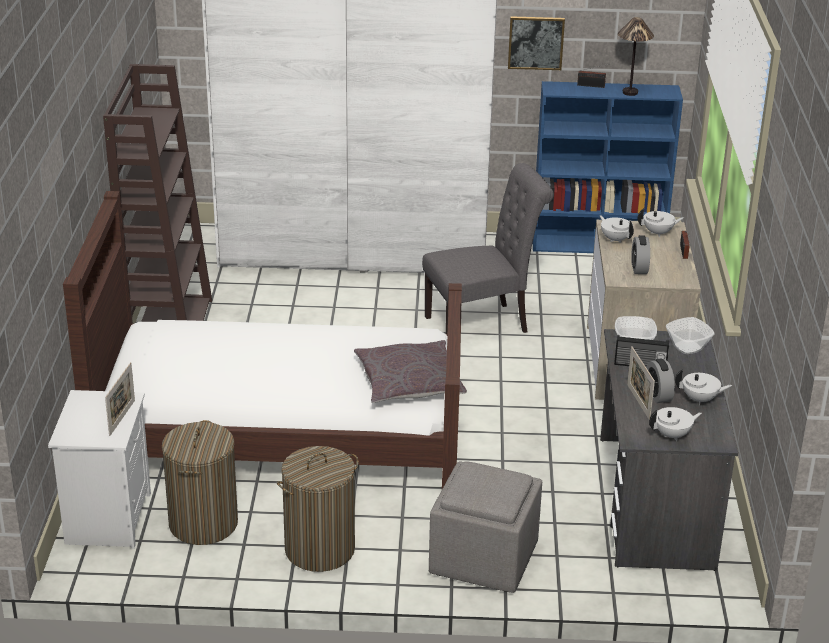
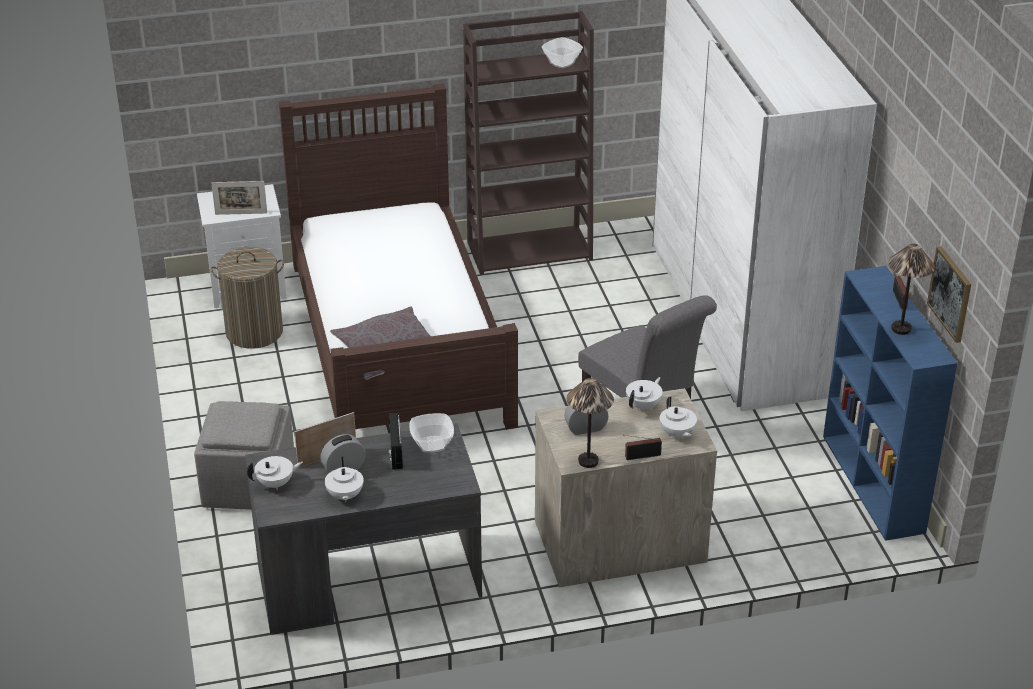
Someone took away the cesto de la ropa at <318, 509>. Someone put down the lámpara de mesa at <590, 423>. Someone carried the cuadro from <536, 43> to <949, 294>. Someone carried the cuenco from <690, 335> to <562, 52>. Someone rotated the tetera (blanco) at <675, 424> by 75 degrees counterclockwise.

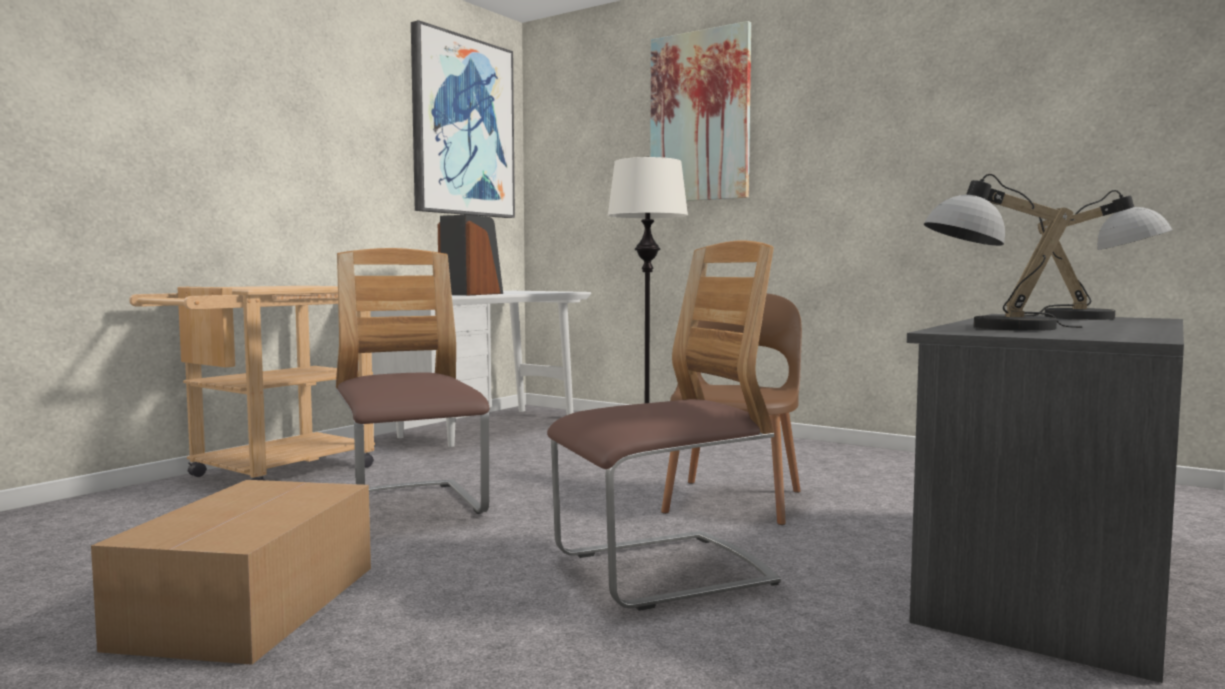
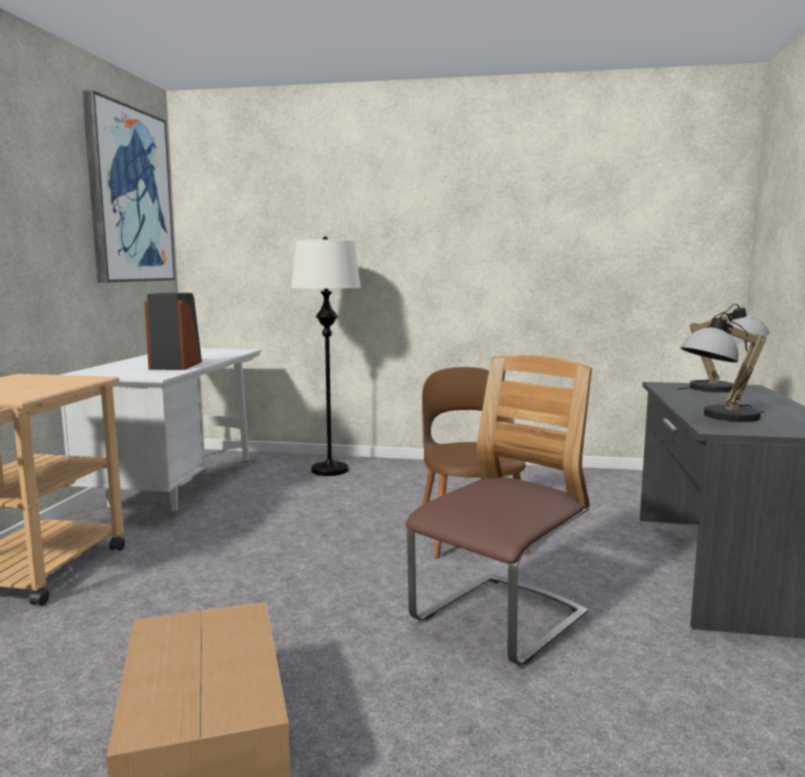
Someone took away the silla at <413, 381>. Someone took away the cuadro at <700, 111>.

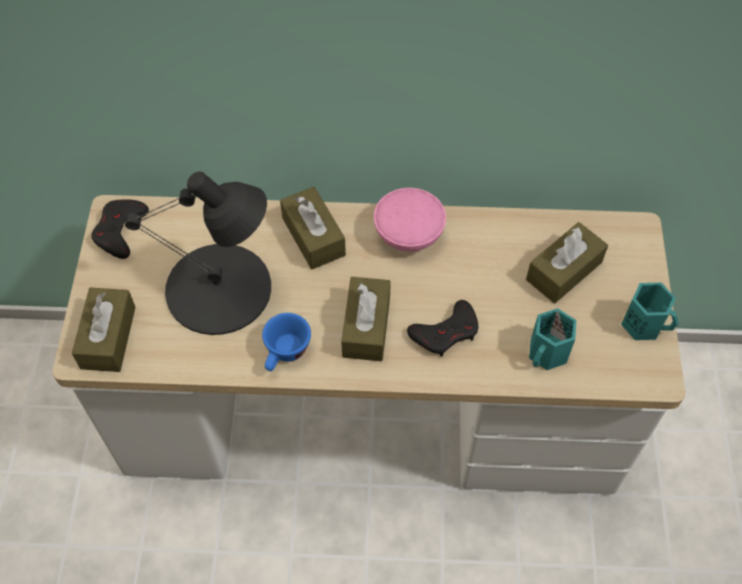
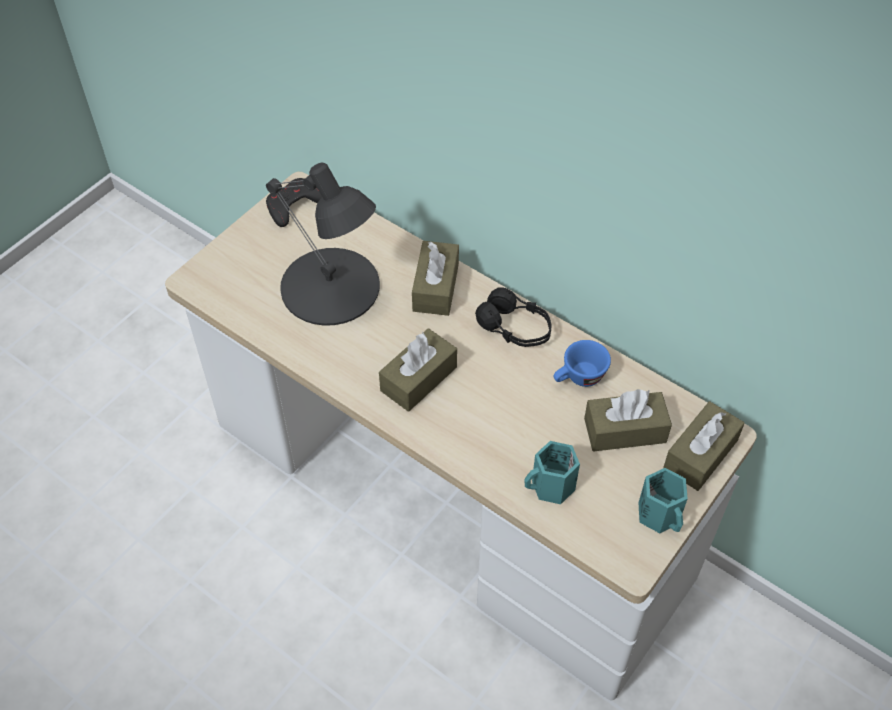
Someone took away the mando de consola (negro) at <442, 328>. Someone carried the caja de pañuelos (marrón) from <104, 329> to <704, 446>. Someone carried the taza (azul) from <286, 342> to <582, 363>. Someone swapped the cuenco (rosa) at <410, 220> for the auriculares (negro) at <513, 317>.

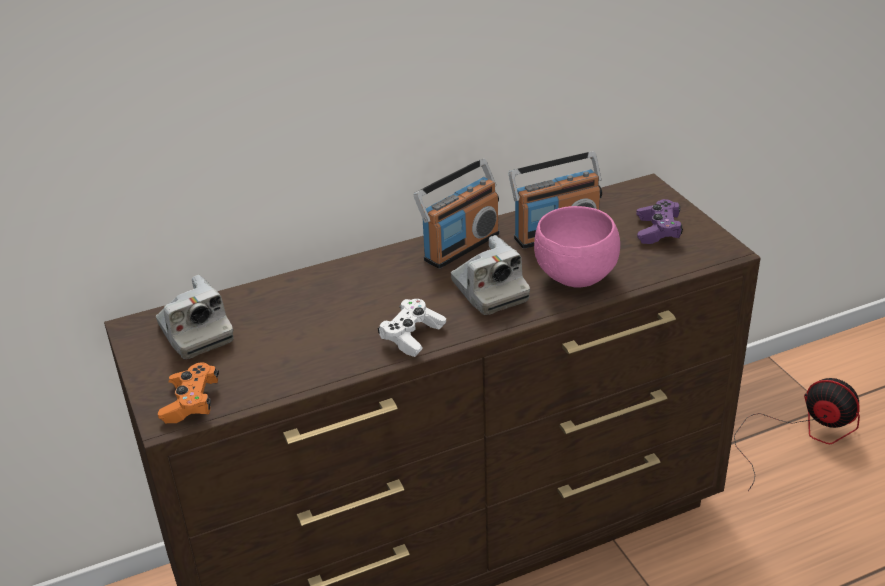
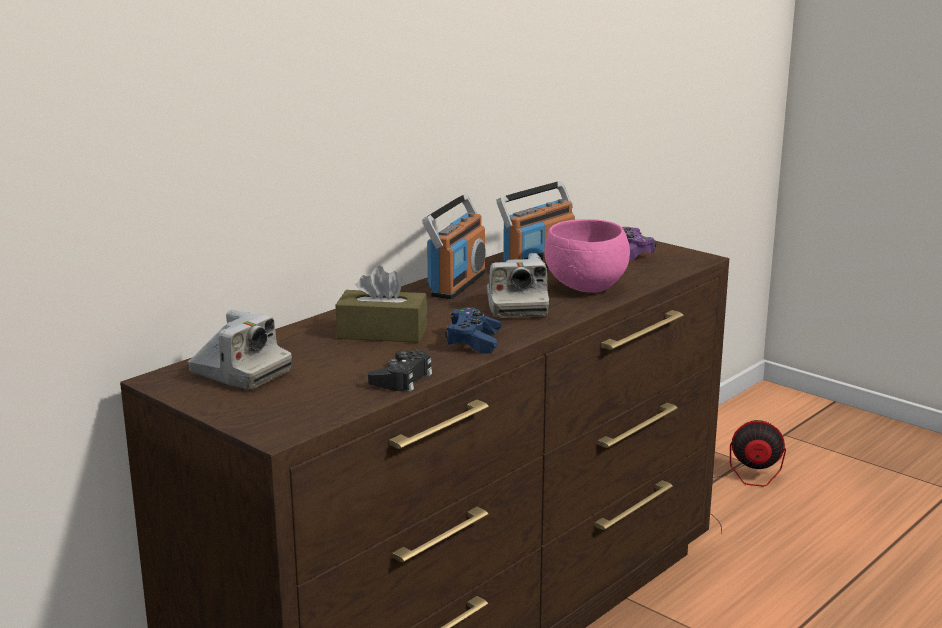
Someone took away the mando de consola (naranja) at <188, 393>. Someone put down the caja de pañuelos (marrón) at <381, 304>. Someone put down the mando de consola (negro) at <400, 370>. Someone repainted the mando de consola (blanco) at <412, 328>, which became the mando de consola (azul) at <473, 330>. Someone rotated the cámara at <490, 275> by 45 degrees clockwise.

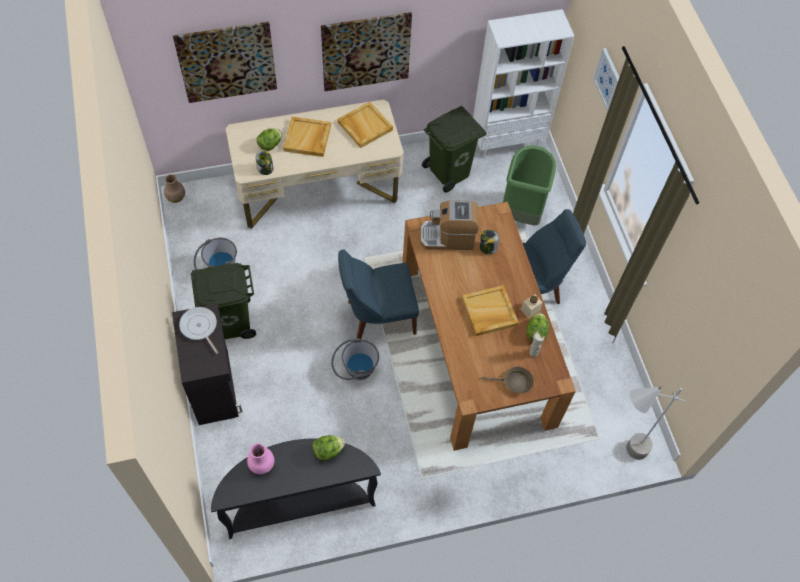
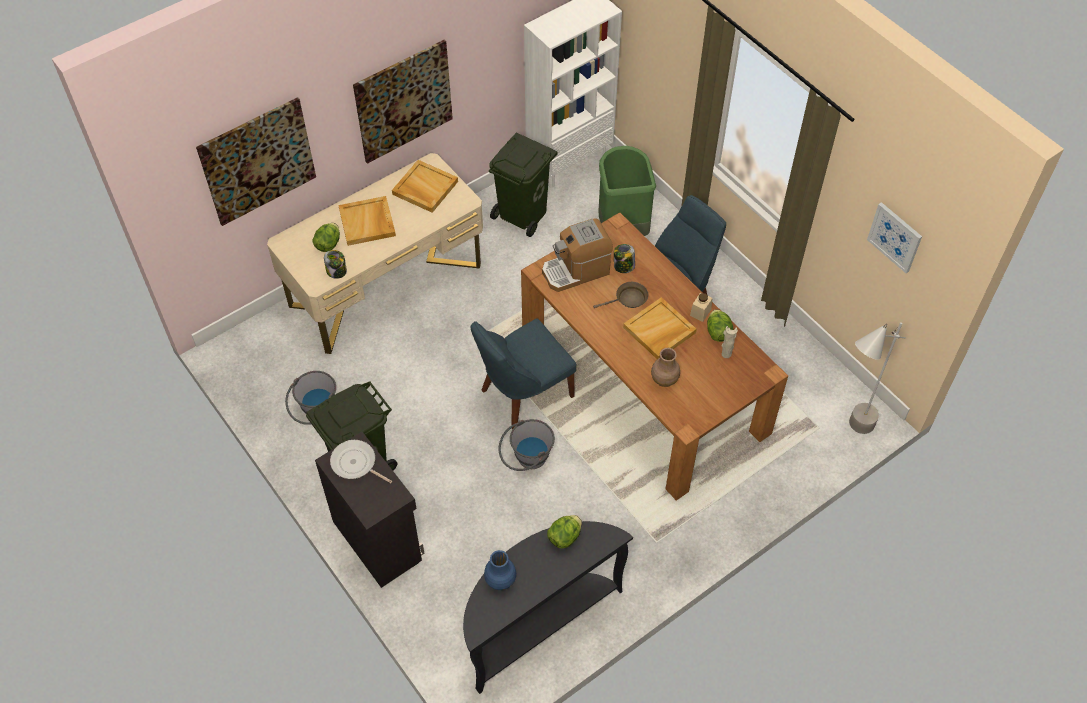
Someone carried the florero (marrón) from <174, 188> to <665, 367>. Someone carried the sartén (marrón) from <507, 380> to <620, 295>. Someone carried the cuadro from <606, 80> to <894, 237>. Someone repainted the florero (rosa) at <260, 458>, which became the florero (azul) at <500, 570>.

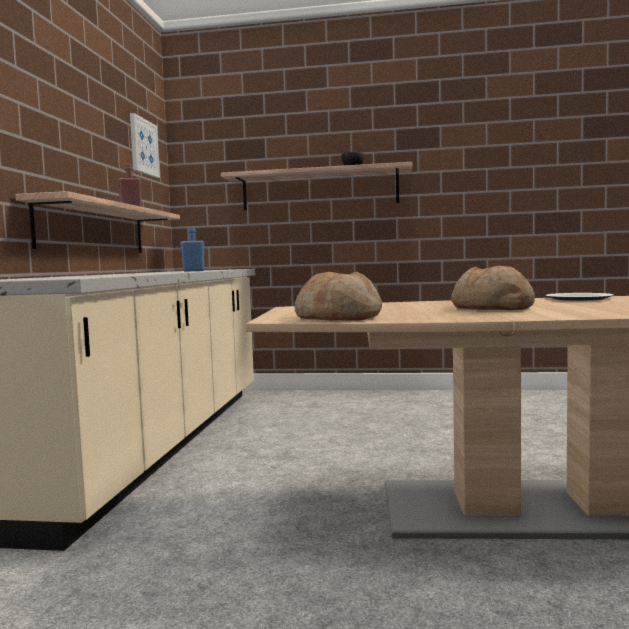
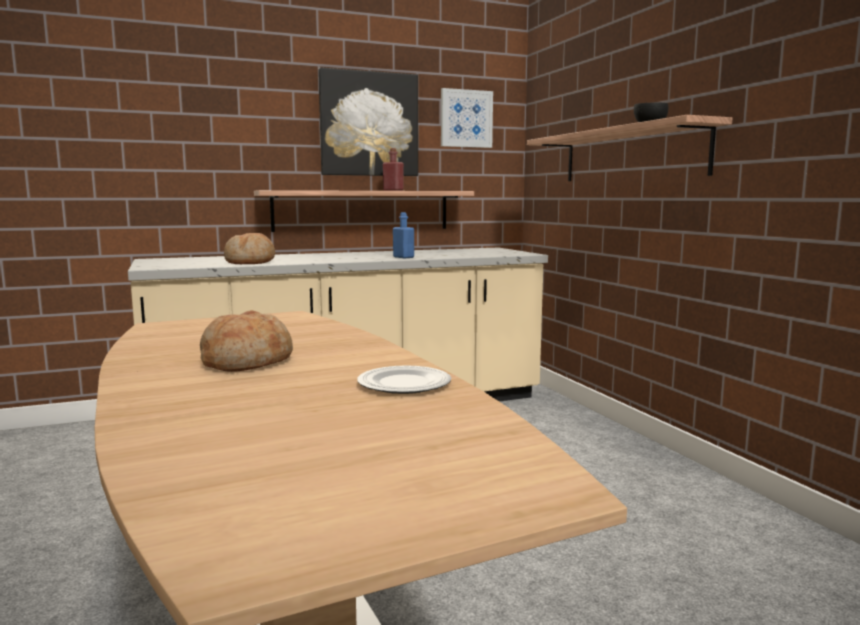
Someone put up the cuadro at <368, 121>. Someone carried the pan from <338, 296> to <249, 248>.

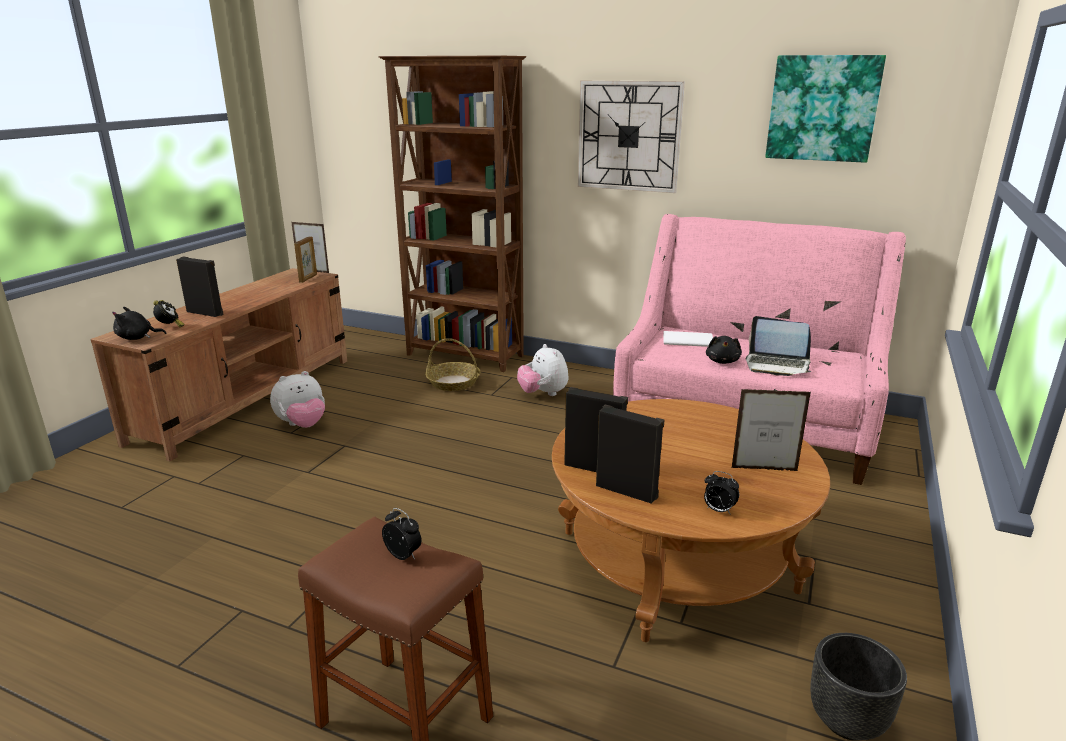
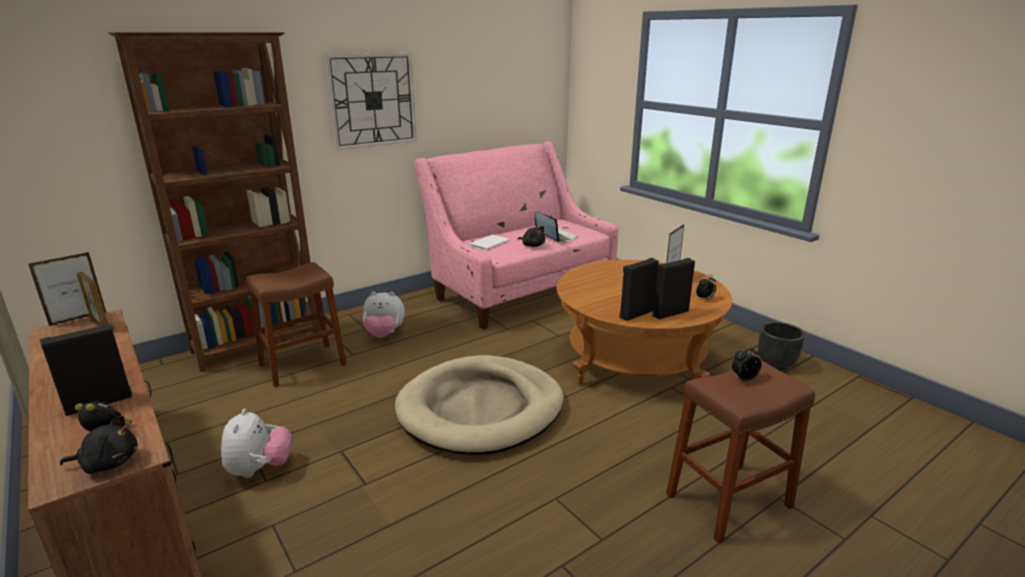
Someone took away the cuadro at <825, 109>. Someone put down the cama para perro (beis) at <479, 405>. Someone swapped the cesta at <452, 364> for the taburete (marrón) at <296, 324>. Someone rotated the peluche (negro) at <139, 323> by 120 degrees counterclockwise. Someone rotated the portátil at <779, 346> by 90 degrees counterclockwise.

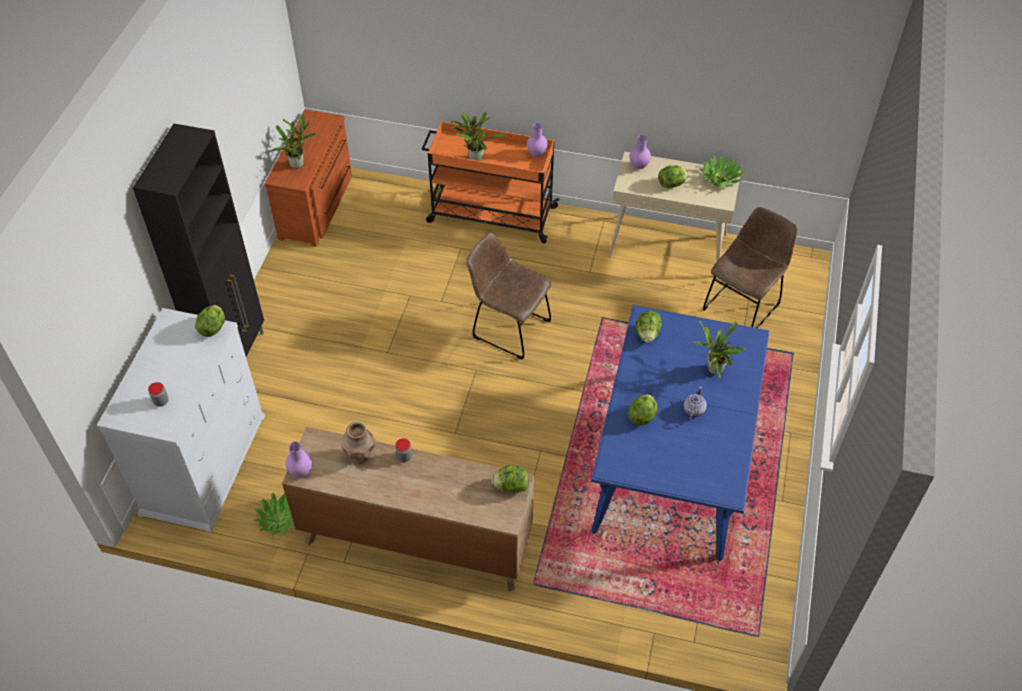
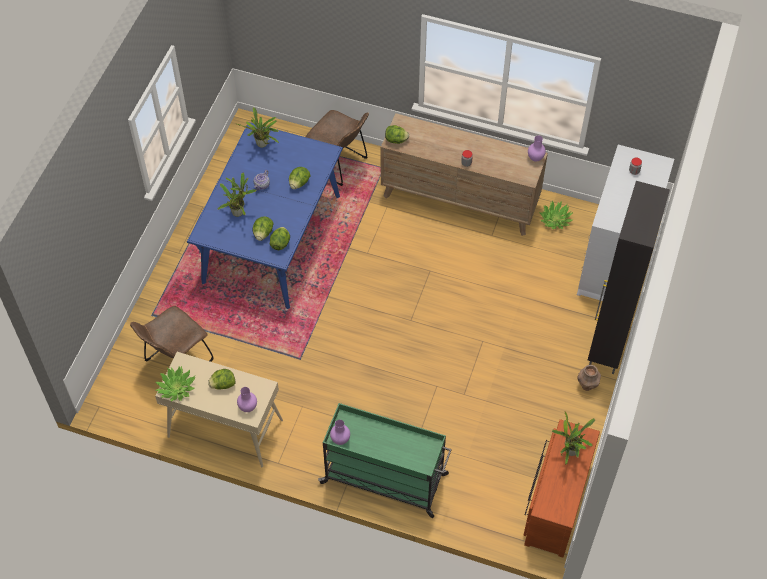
Someone carried the lechuga from <210, 321> to <263, 228>. Someone carried the florero (marrón) from <358, 443> to <589, 378>. Someone carried the planta en maceta from <478, 135> to <257, 127>. Someone carried the silla (marrón) from <508, 296> to <337, 148>. Someone repainted the carrito (naranja) at <490, 182>, which became the carrito (verde) at <385, 460>.

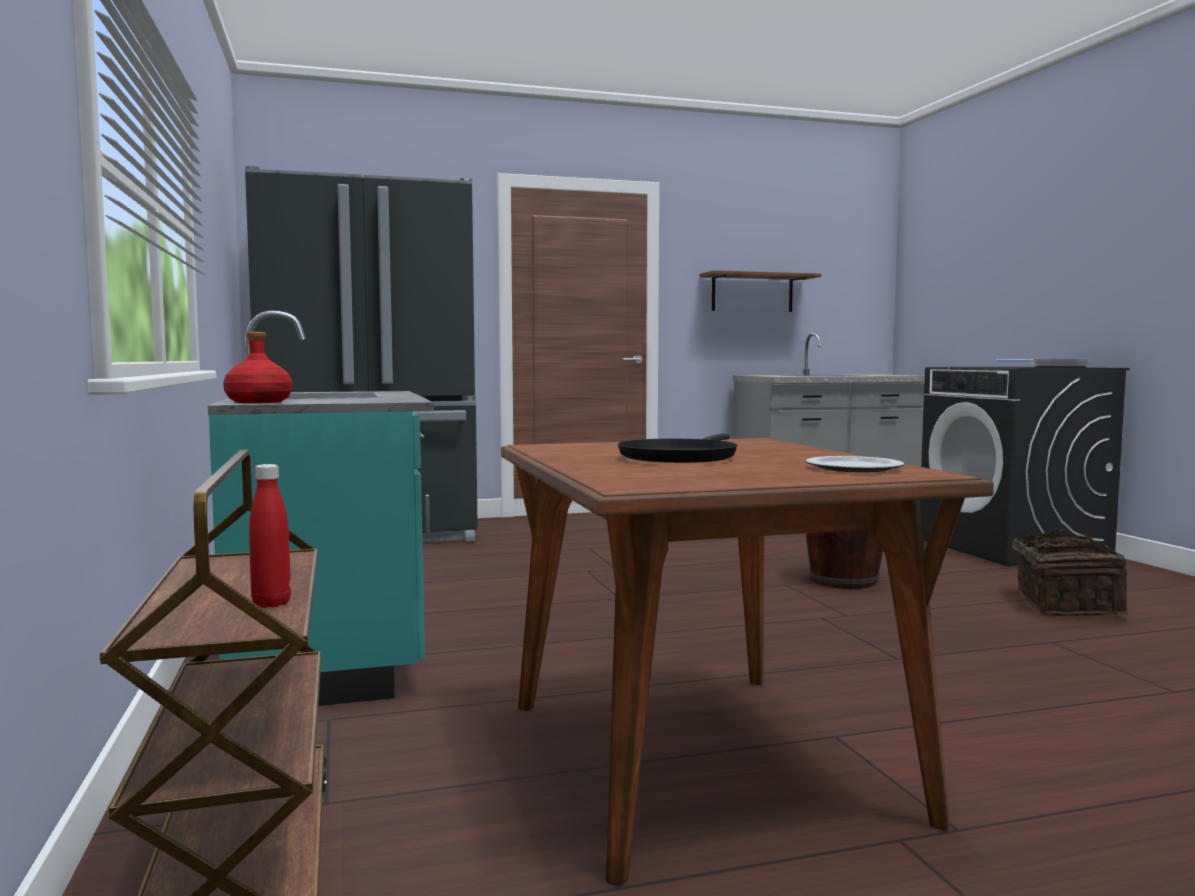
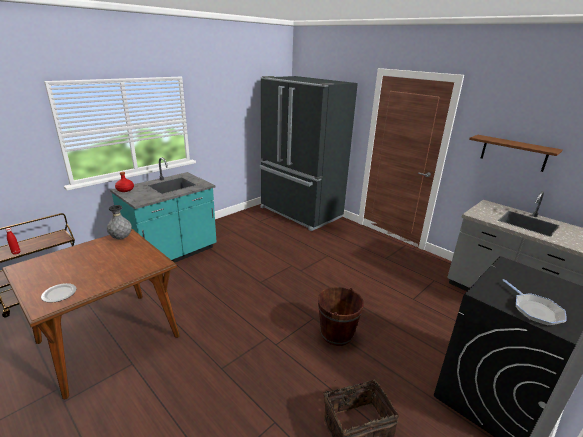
Someone took away the sartén (negro) at <677, 448>. Someone put down the florero (gris) at <119, 222>.

